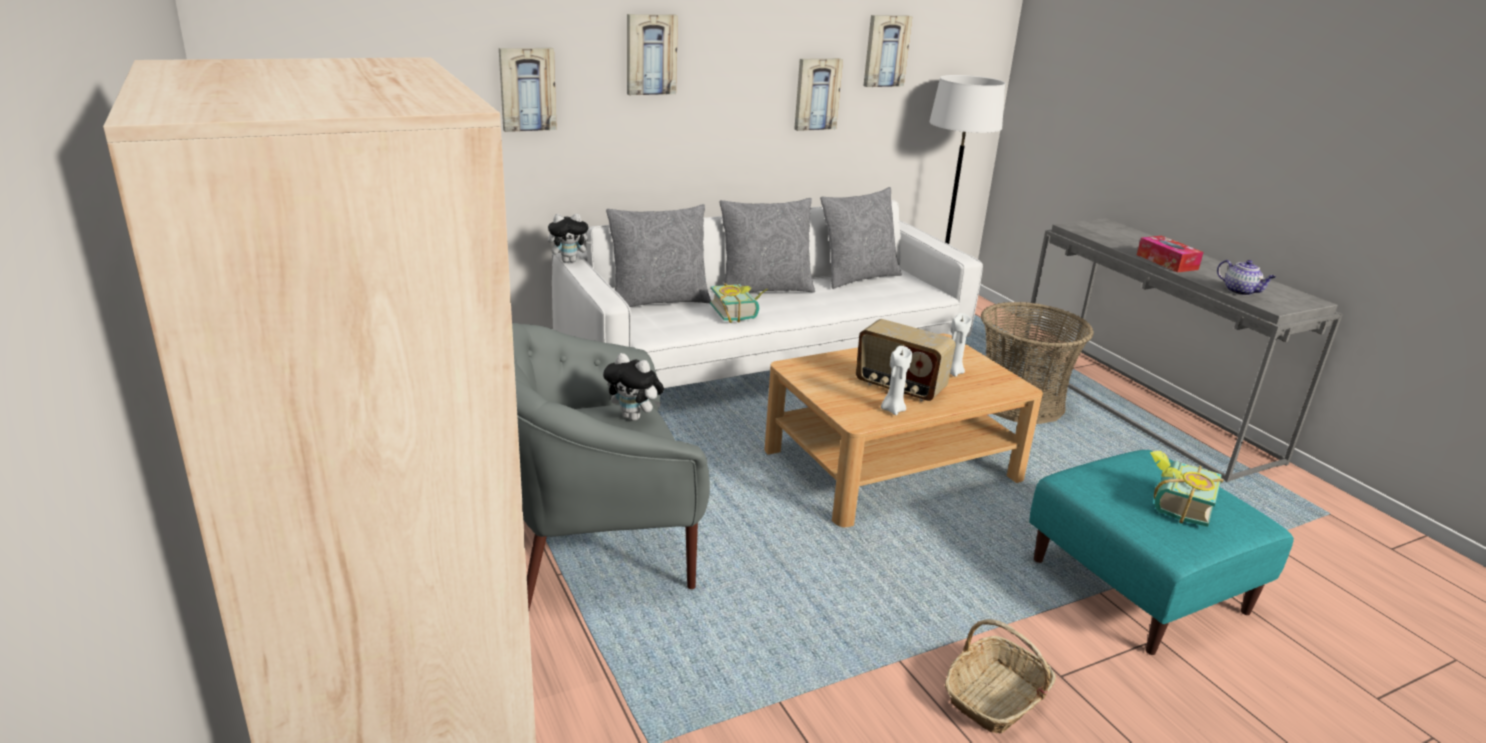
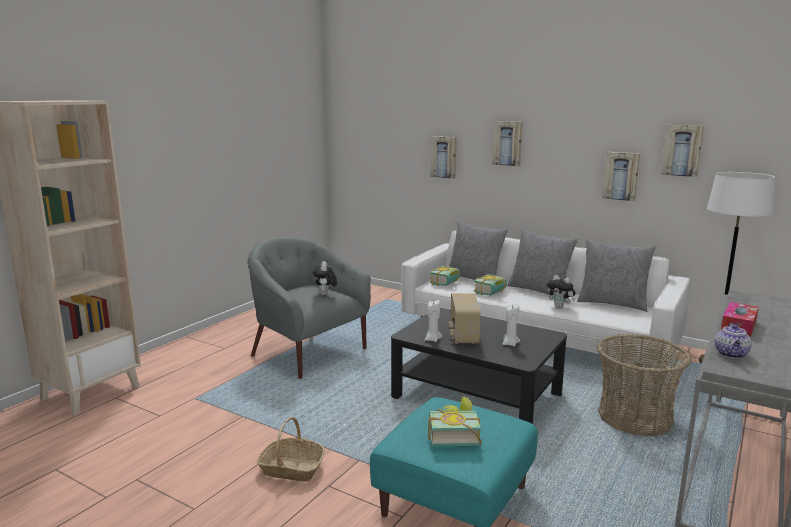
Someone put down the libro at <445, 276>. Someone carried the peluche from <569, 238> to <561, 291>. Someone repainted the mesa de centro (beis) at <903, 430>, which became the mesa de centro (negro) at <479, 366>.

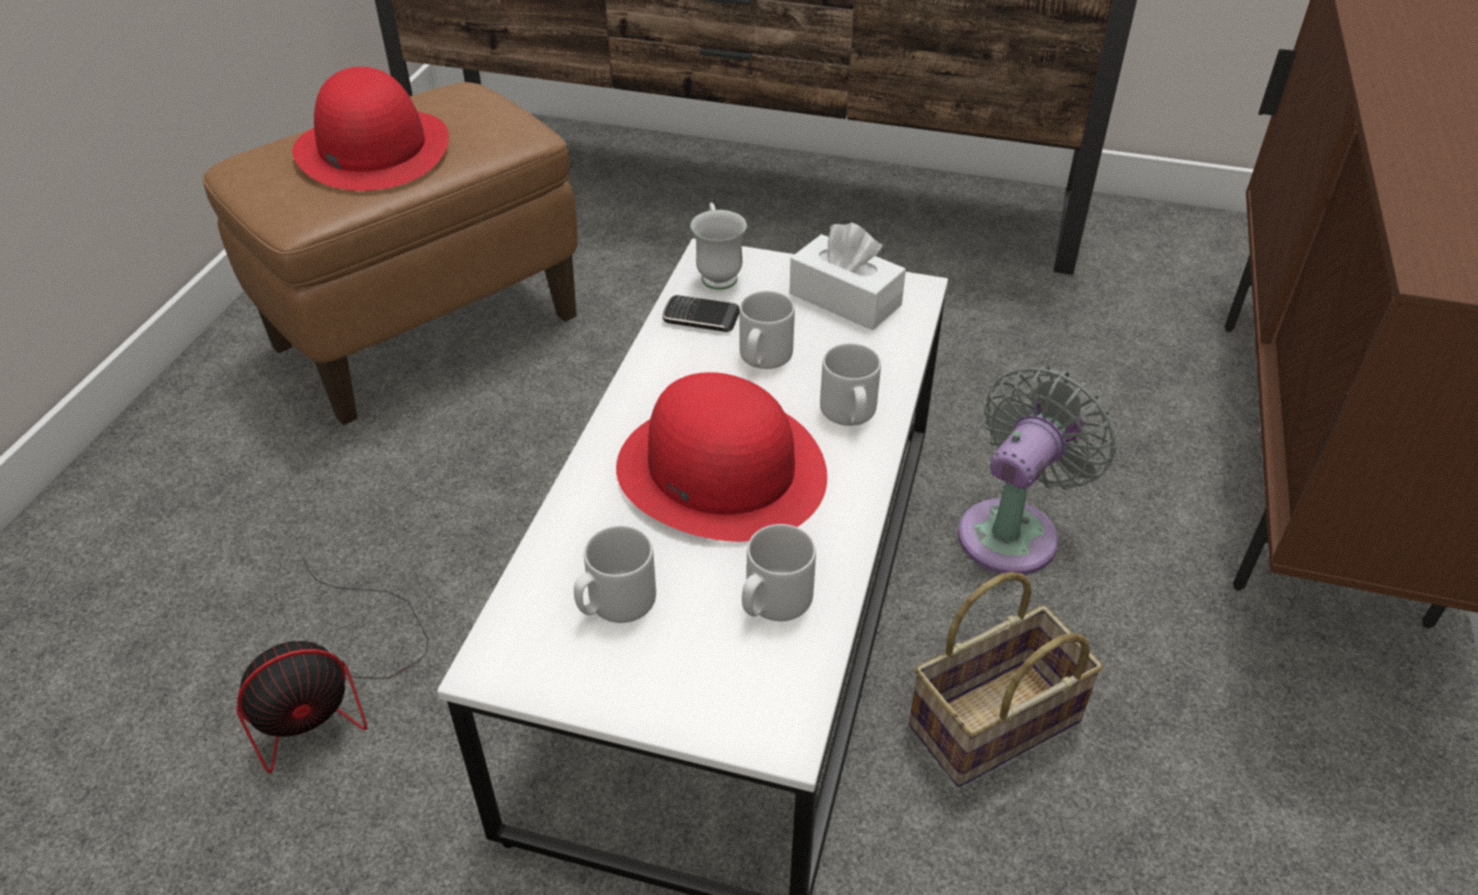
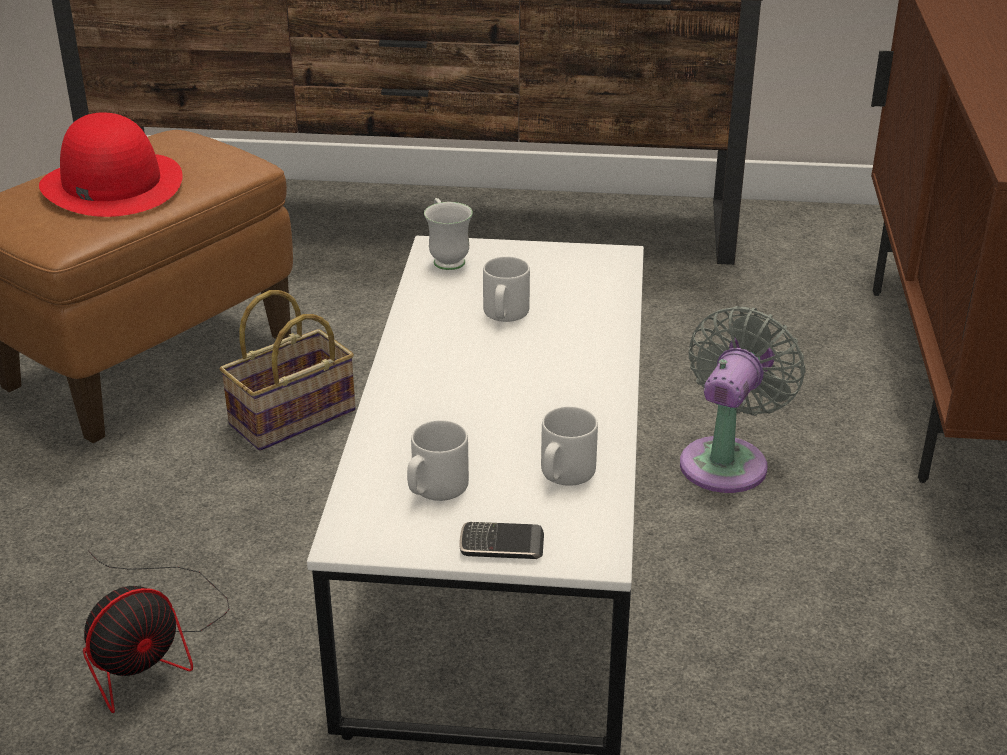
Someone took away the sombrero (rojo) at <721, 457>. Someone took away the caja de pañuelos (blanco) at <847, 276>. Someone took away the taza grande (gris) at <850, 384>. Someone carried the móvil from <700, 313> to <501, 540>. Someone carried the cesta from <1006, 679> to <288, 370>.

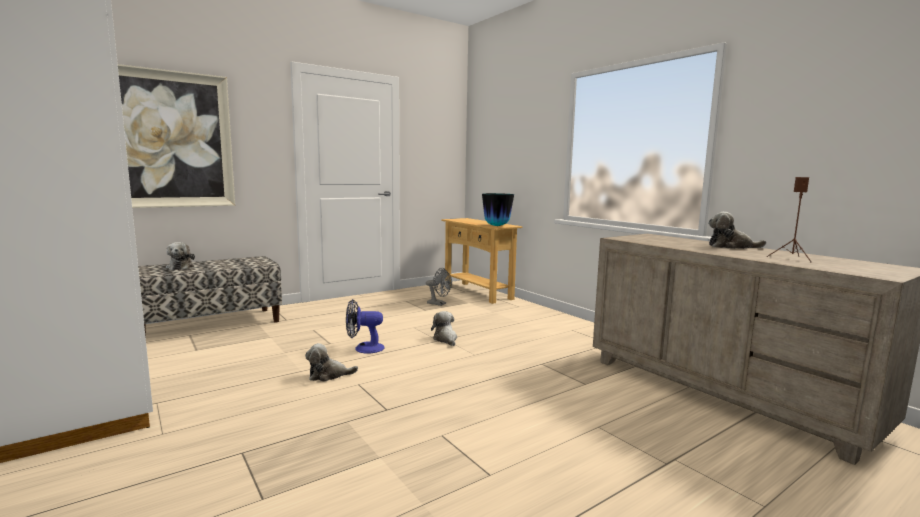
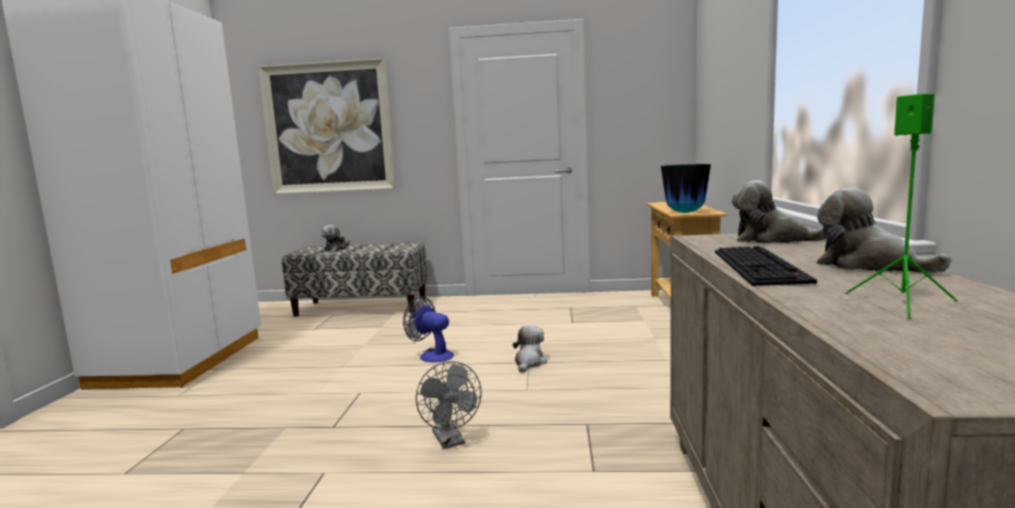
Someone put down the teclado at <766, 266>. Someone carried the peluche from <331, 362> to <780, 211>. Someone carried the ventilador (gris) from <439, 287> to <449, 405>. Someone repainted the altavoz (marrón) at <789, 219>, which became the altavoz (verde) at <901, 206>.

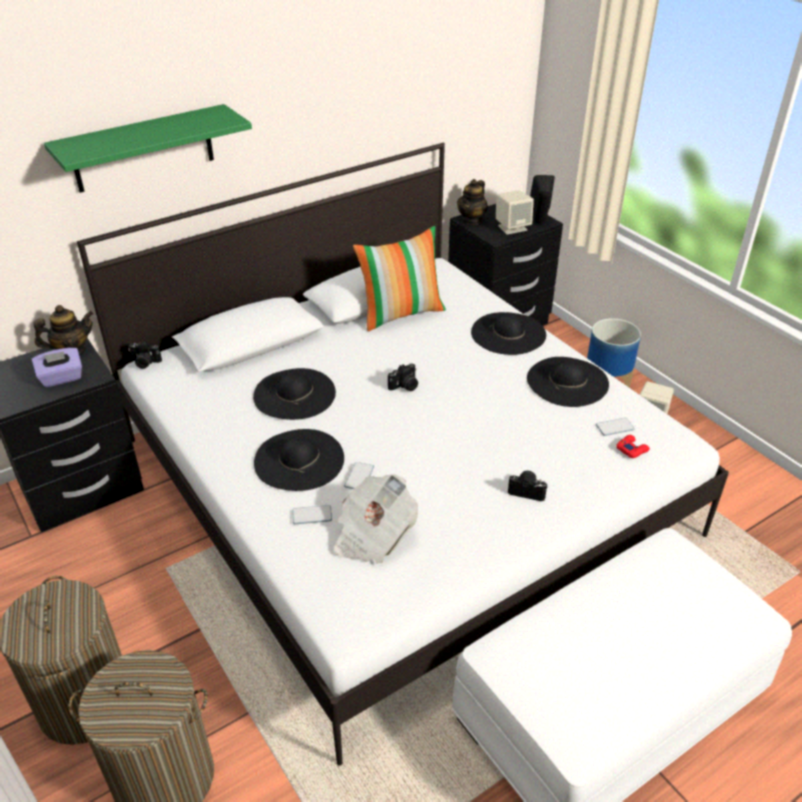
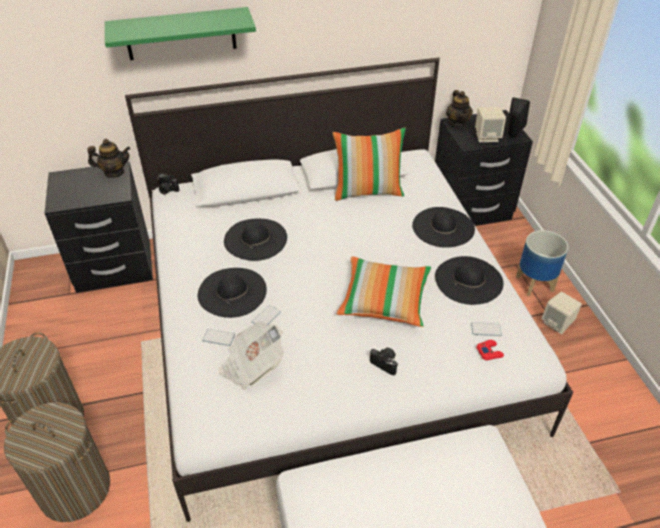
Someone took away the caja de pañuelos (morado) at <57, 367>. Someone took away the cámara at <403, 377>. Someone put down the cojín at <384, 291>. Someone rotated the tetera at <472, 202> by 60 degrees counterclockwise.

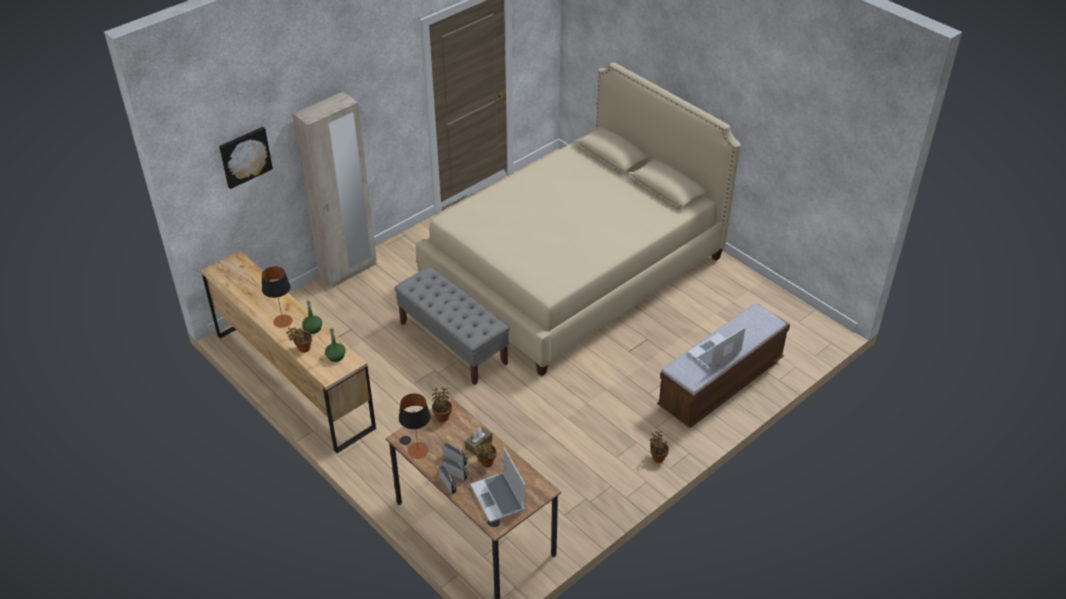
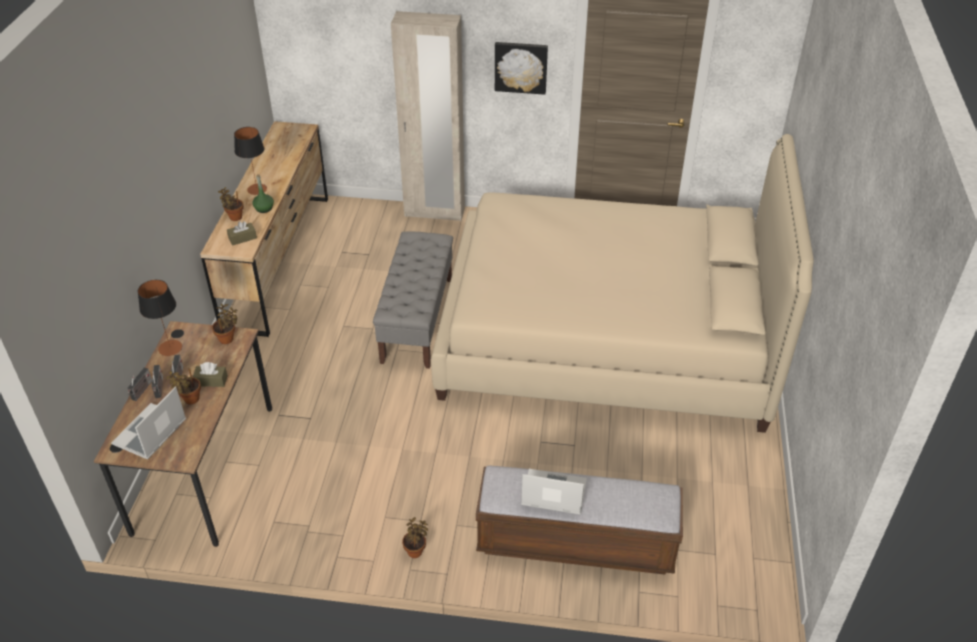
Someone carried the cuadro from <246, 158> to <521, 68>. Someone swapped the botella (verde) at <335, 345> for the caja de pañuelos (marrón) at <242, 233>.

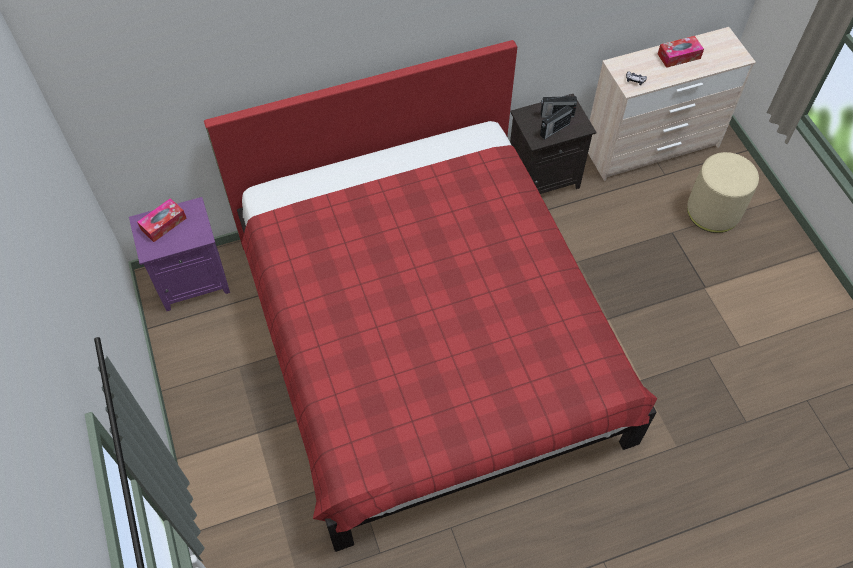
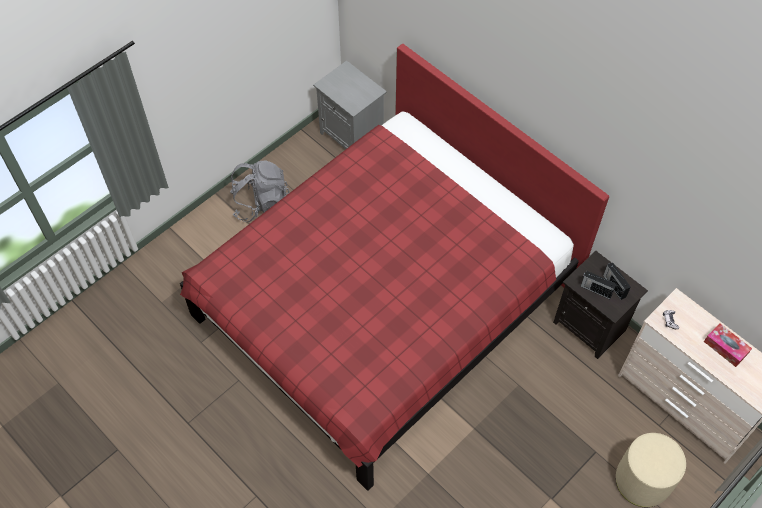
Someone took away the caja de pañuelos at <162, 220>. Someone put down the mochila (gris) at <260, 191>. Someone repainted the mesita de noche (morado) at <179, 254>, which became the mesita de noche (gris) at <350, 104>.

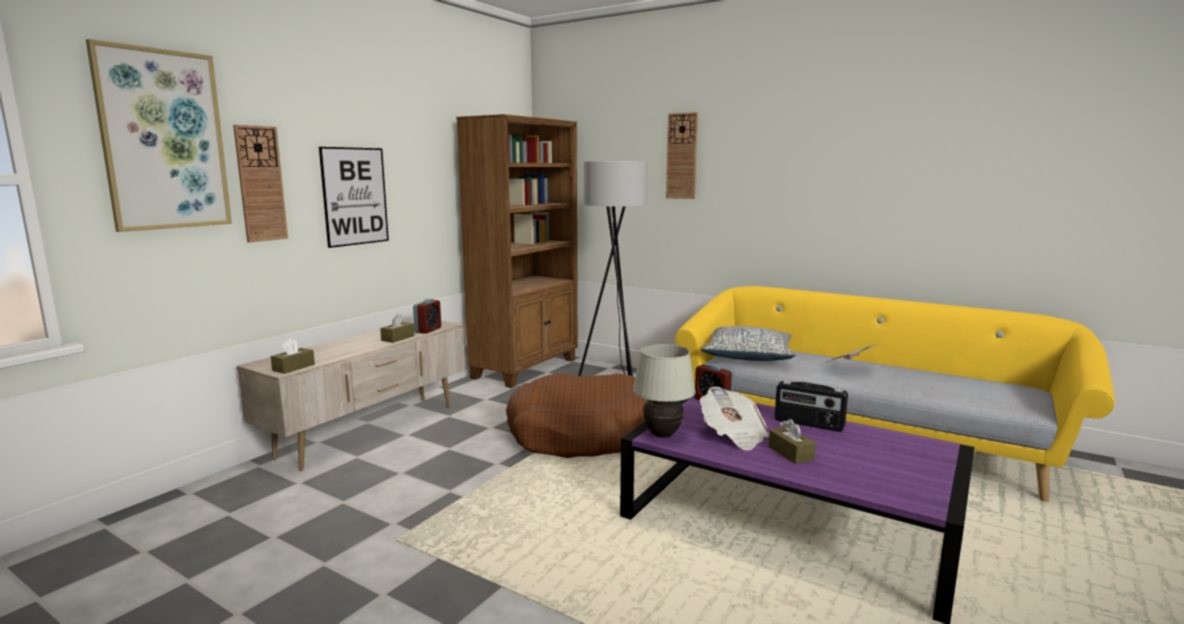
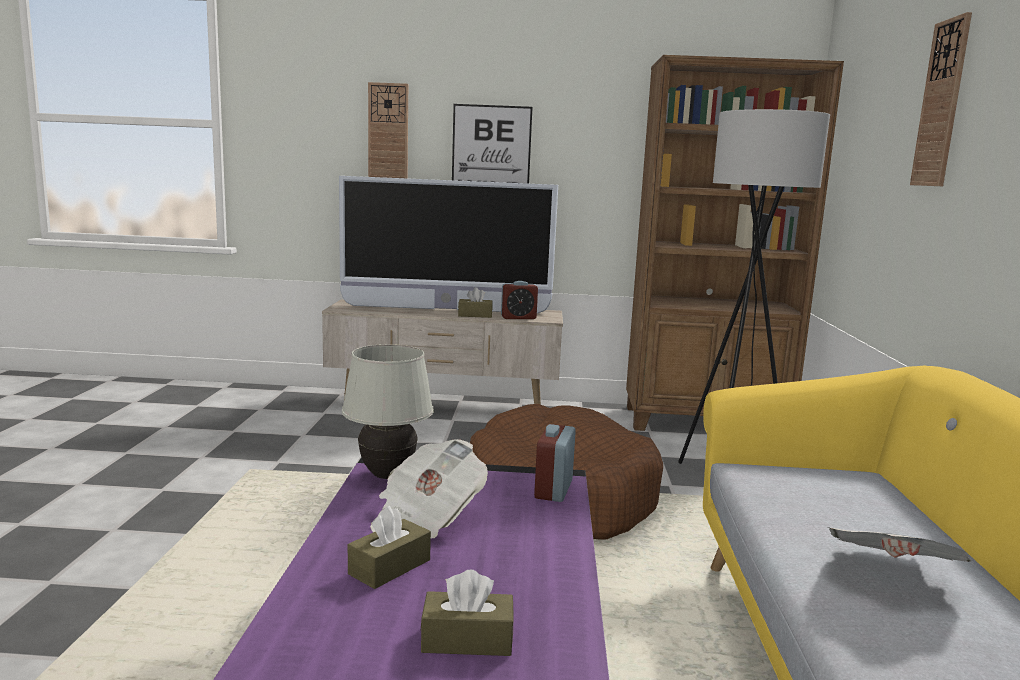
Someone took away the cuadro at <159, 135>. Someone took away the cojín at <748, 343>. Someone took away the radio at <811, 406>. Someone put down the televisor at <448, 244>. Someone carried the caja de pañuelos (marrón) from <293, 356> to <467, 613>.

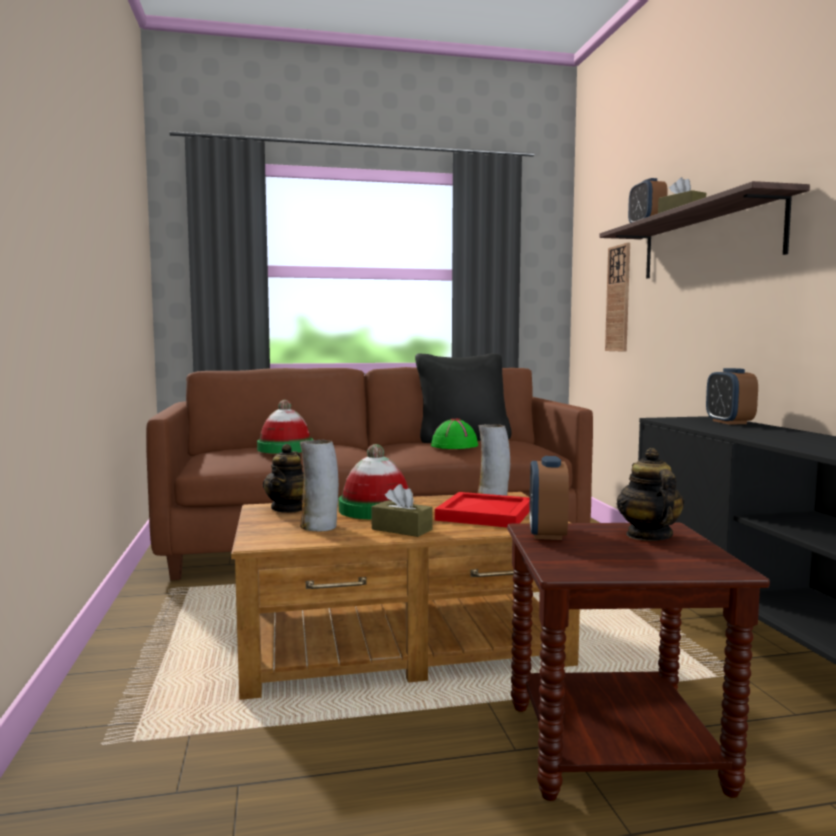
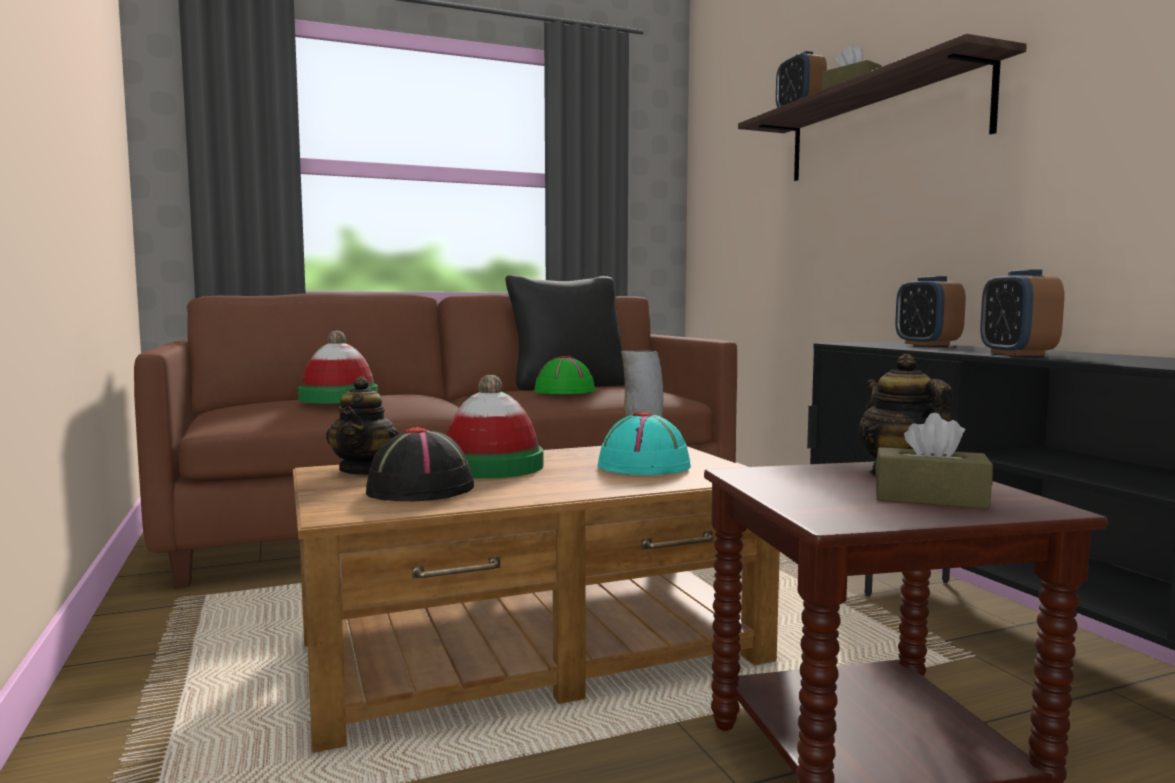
Someone took away the reloj de pared at <617, 297>. Someone carried the caja de pañuelos (marrón) from <402, 510> to <934, 461>. Someone carried the despertador from <549, 498> to <1022, 312>. Someone swapped the florero at <319, 485> for the sombrero (negro) at <420, 464>. Someone swapped the bandeja (rojo) at <482, 509> for the sombrero (turquesa) at <644, 443>.

